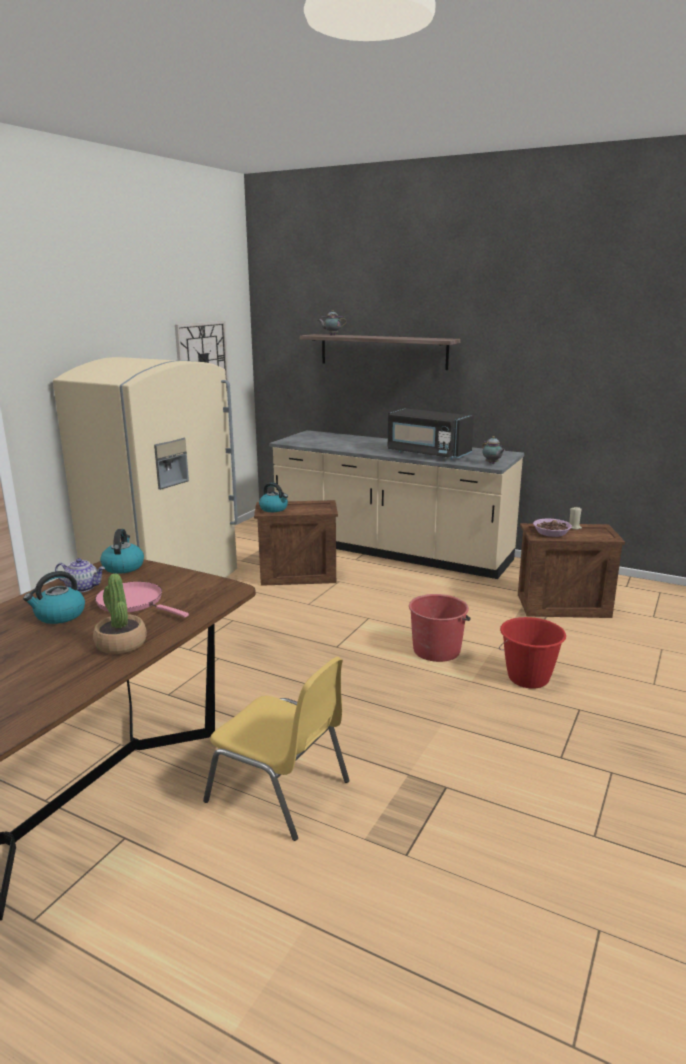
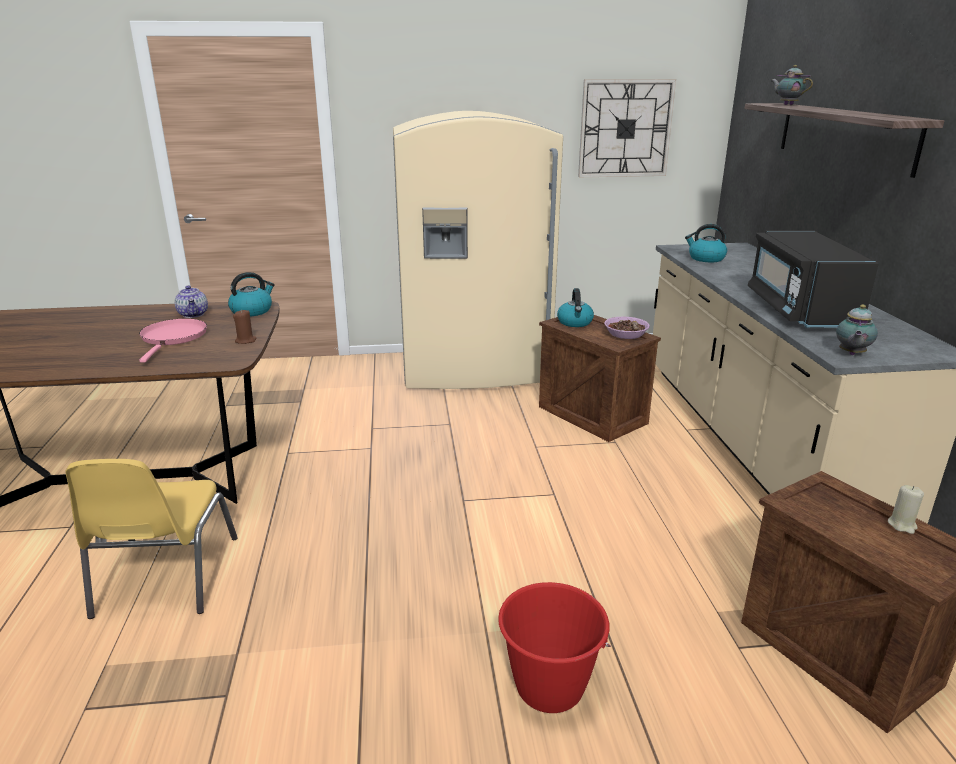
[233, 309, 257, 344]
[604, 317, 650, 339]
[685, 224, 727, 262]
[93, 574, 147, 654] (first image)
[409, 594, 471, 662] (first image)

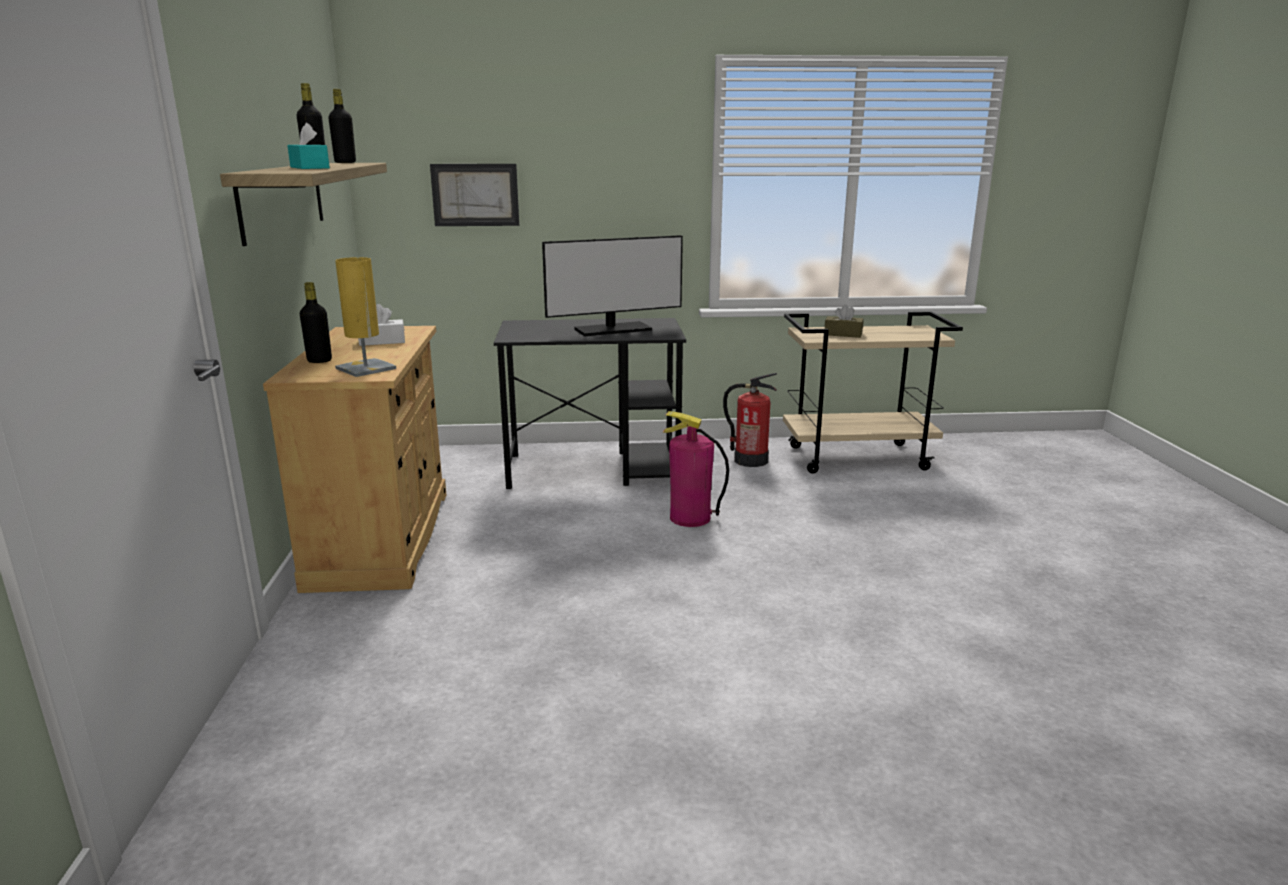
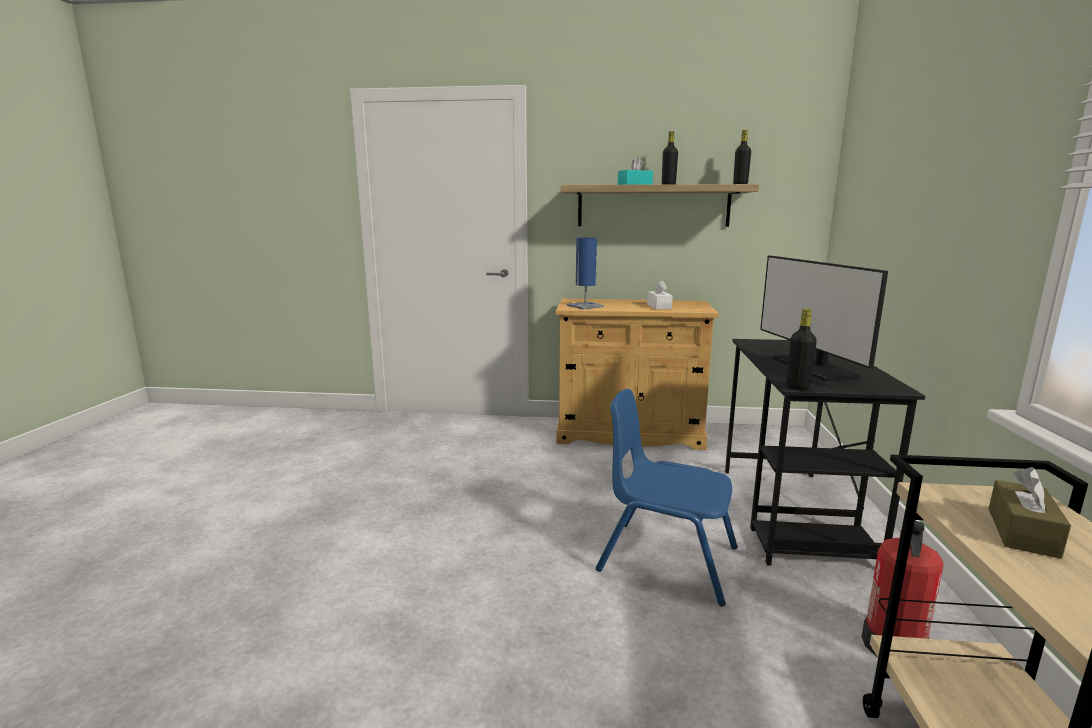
[567, 238, 604, 310]
[596, 389, 738, 606]
[786, 308, 817, 390]
[430, 164, 519, 226] (first image)

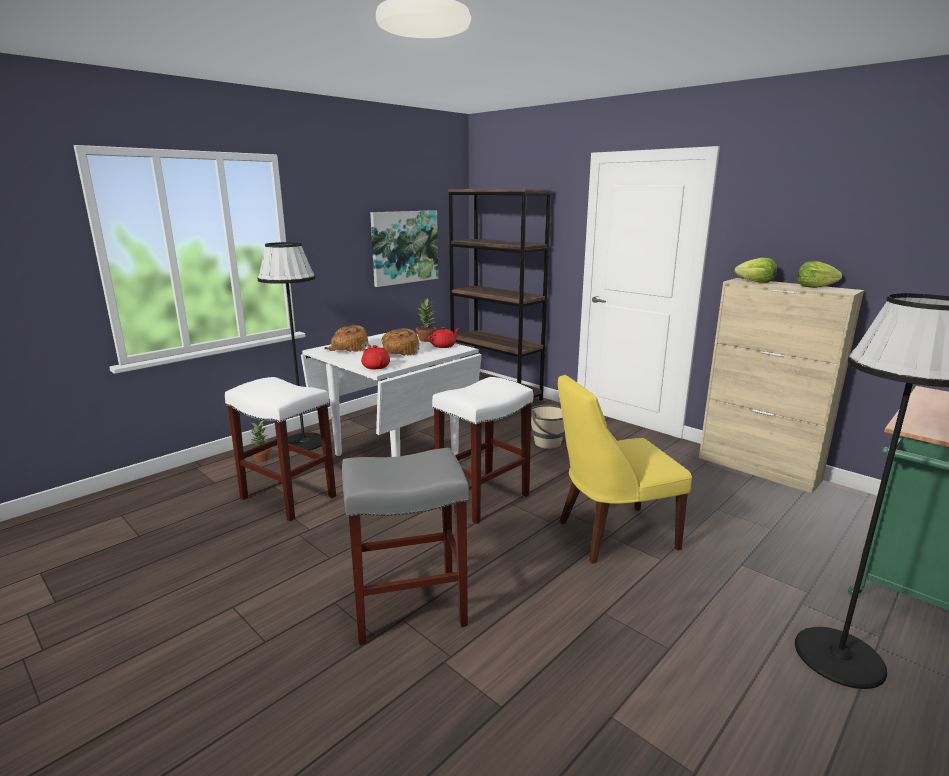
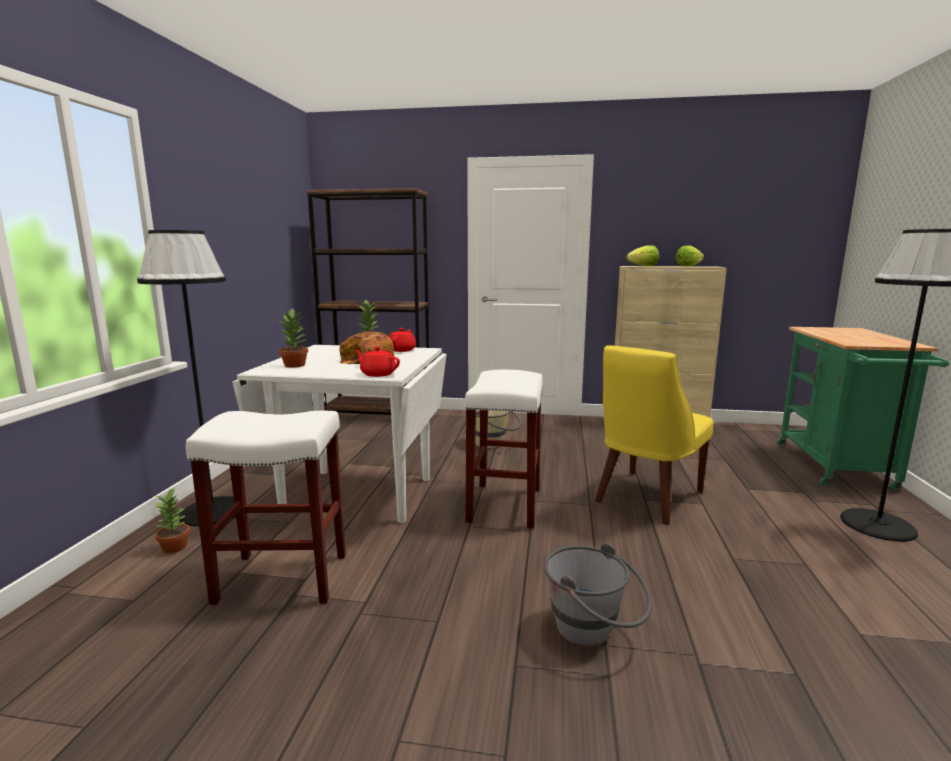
[278, 308, 308, 368]
[544, 543, 652, 647]
[370, 210, 438, 287] (first image)

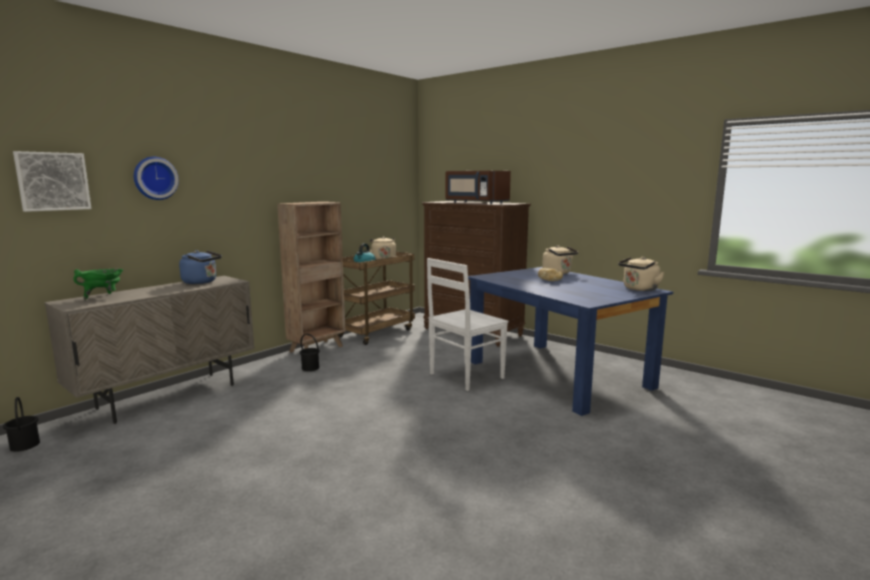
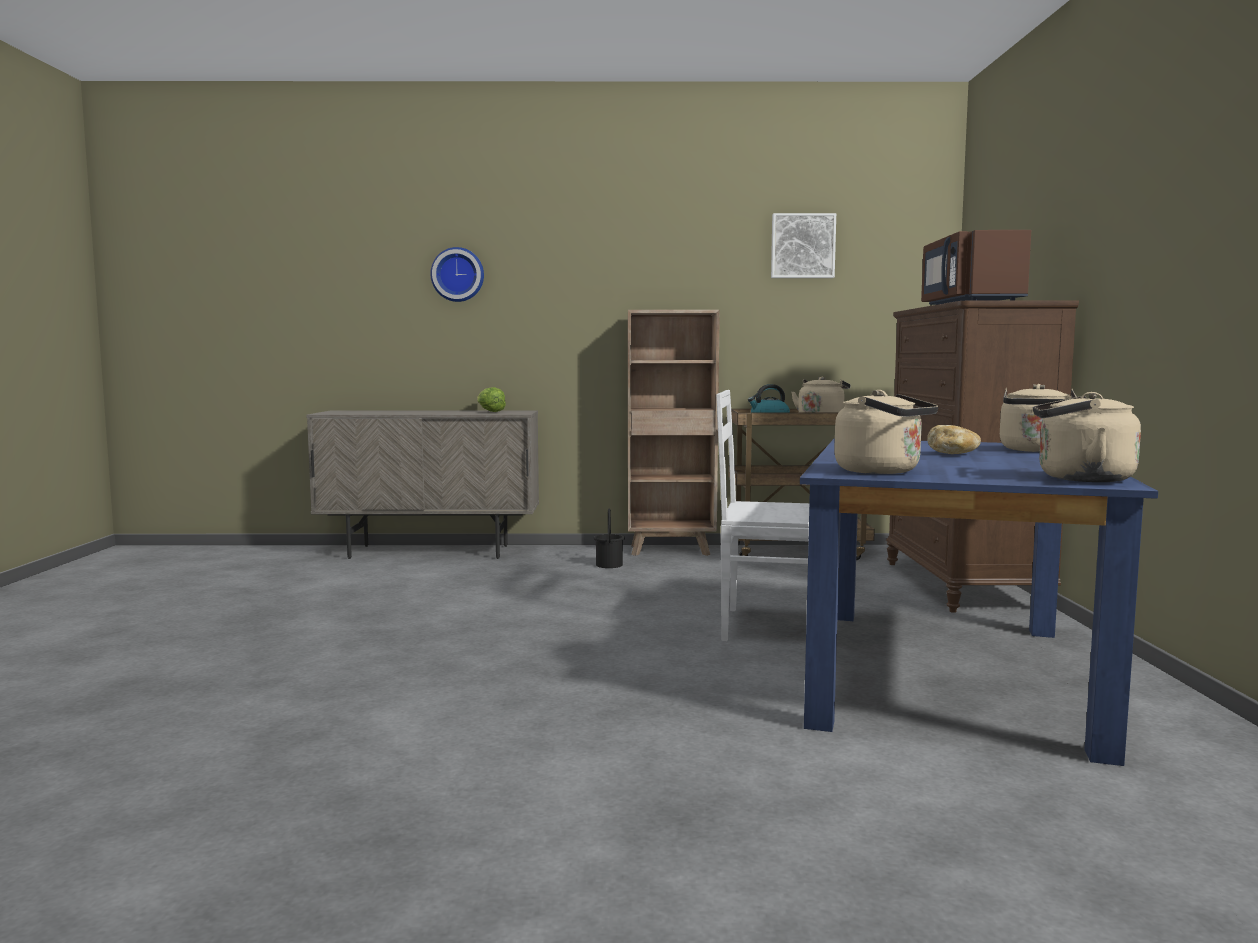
[477, 387, 506, 412]
[771, 213, 836, 278]
[834, 390, 938, 474]
[3, 397, 40, 452] (first image)
[73, 269, 124, 300] (first image)

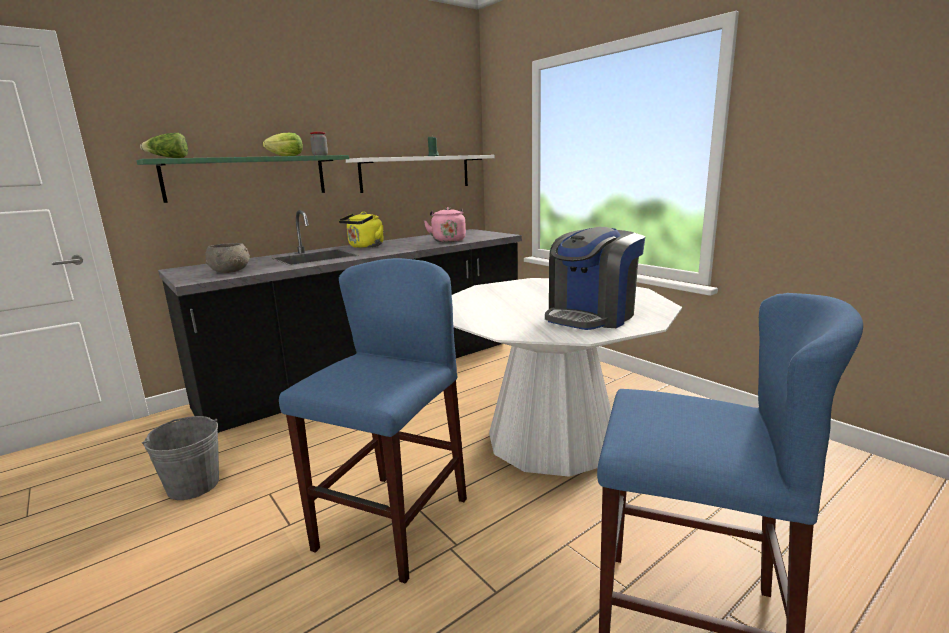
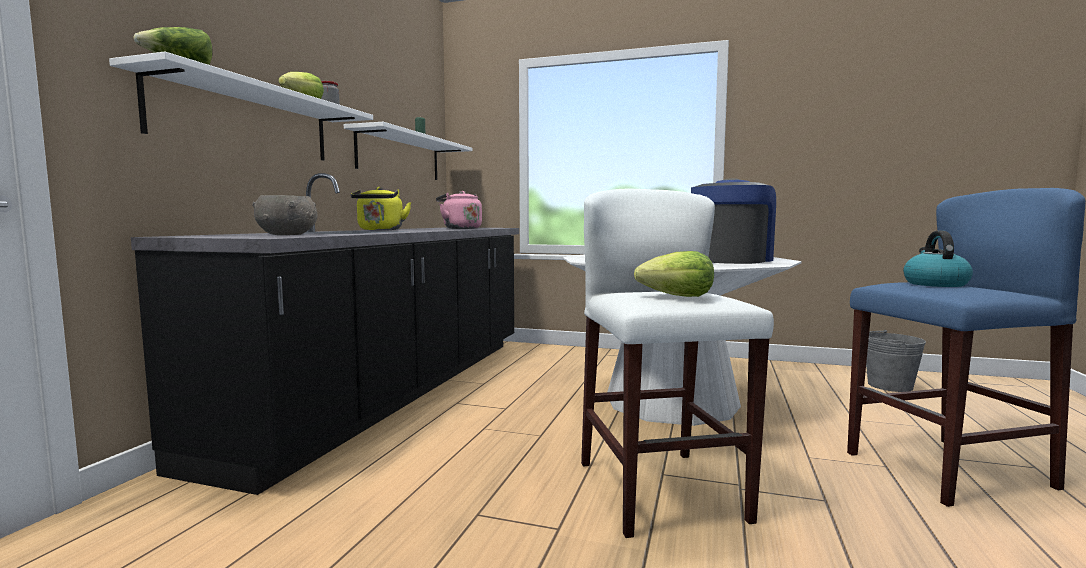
[109, 52, 373, 161]
[581, 189, 774, 538]
[634, 251, 714, 297]
[691, 178, 776, 264]
[866, 330, 926, 392]
[903, 231, 973, 287]

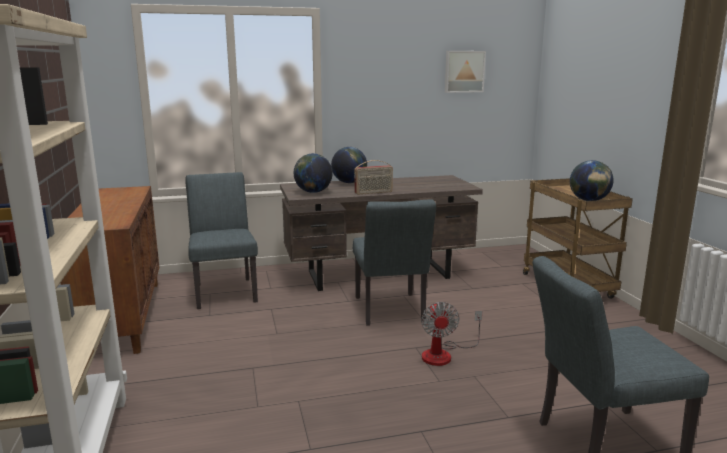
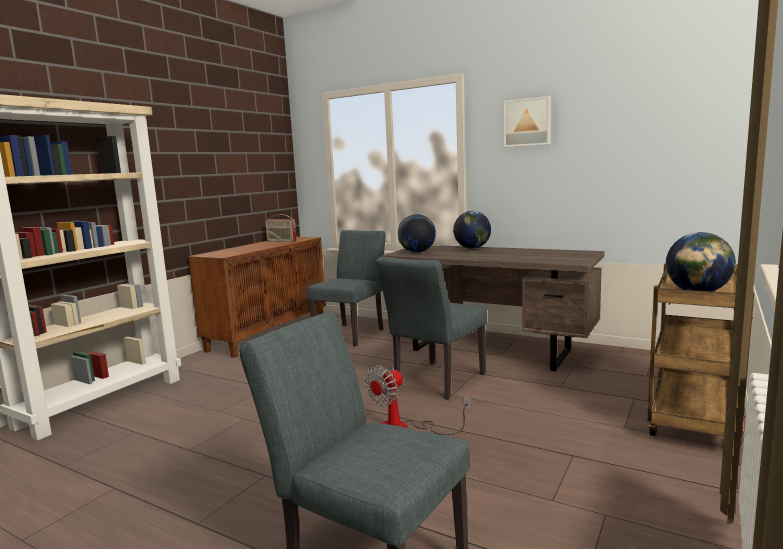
[265, 214, 296, 242]
[504, 96, 551, 147]

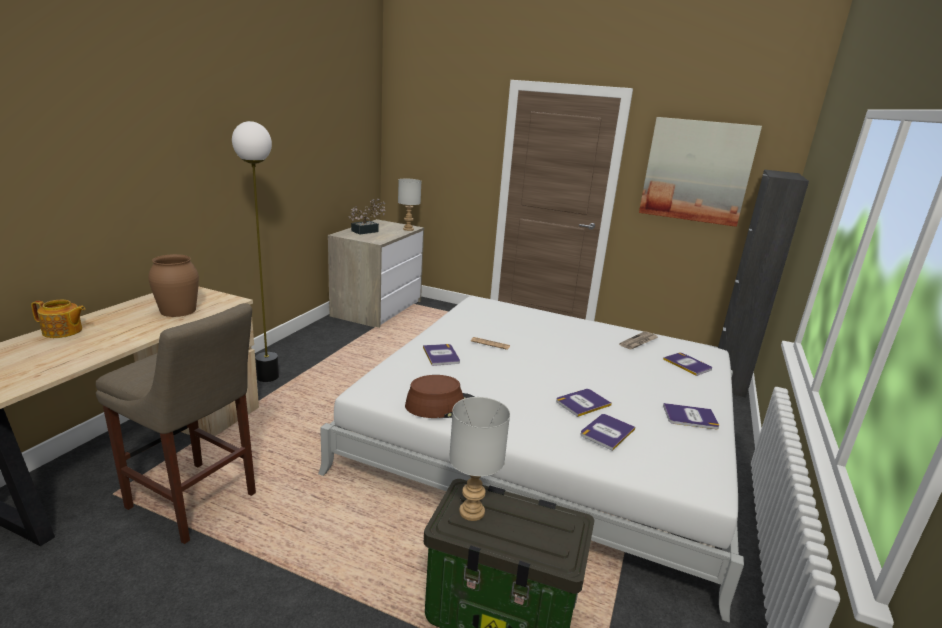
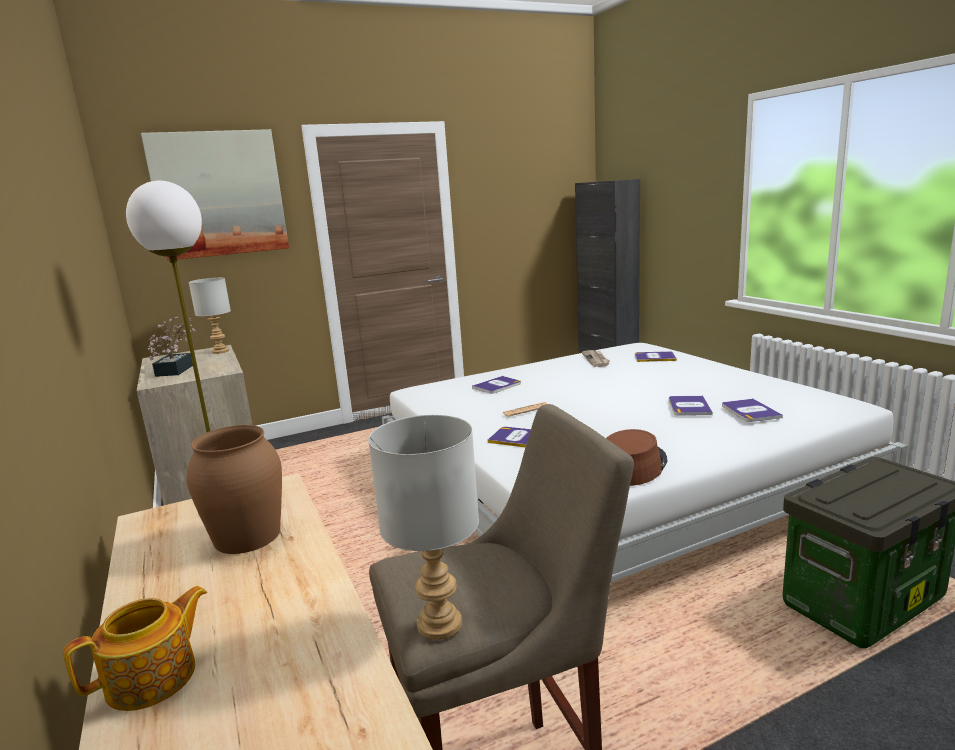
[141, 129, 289, 261]
[368, 415, 479, 640]
[472, 376, 521, 394]

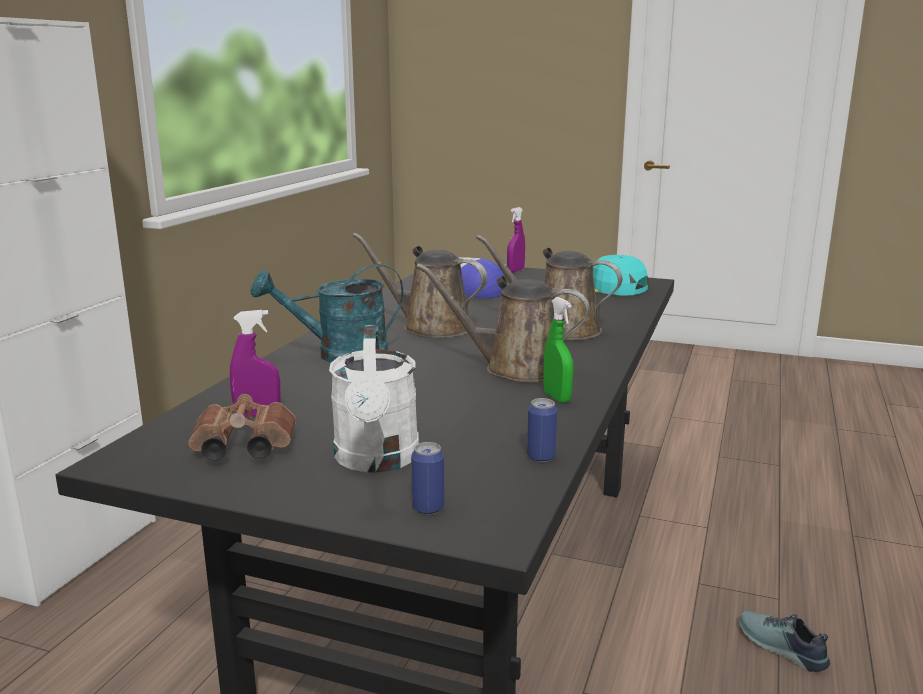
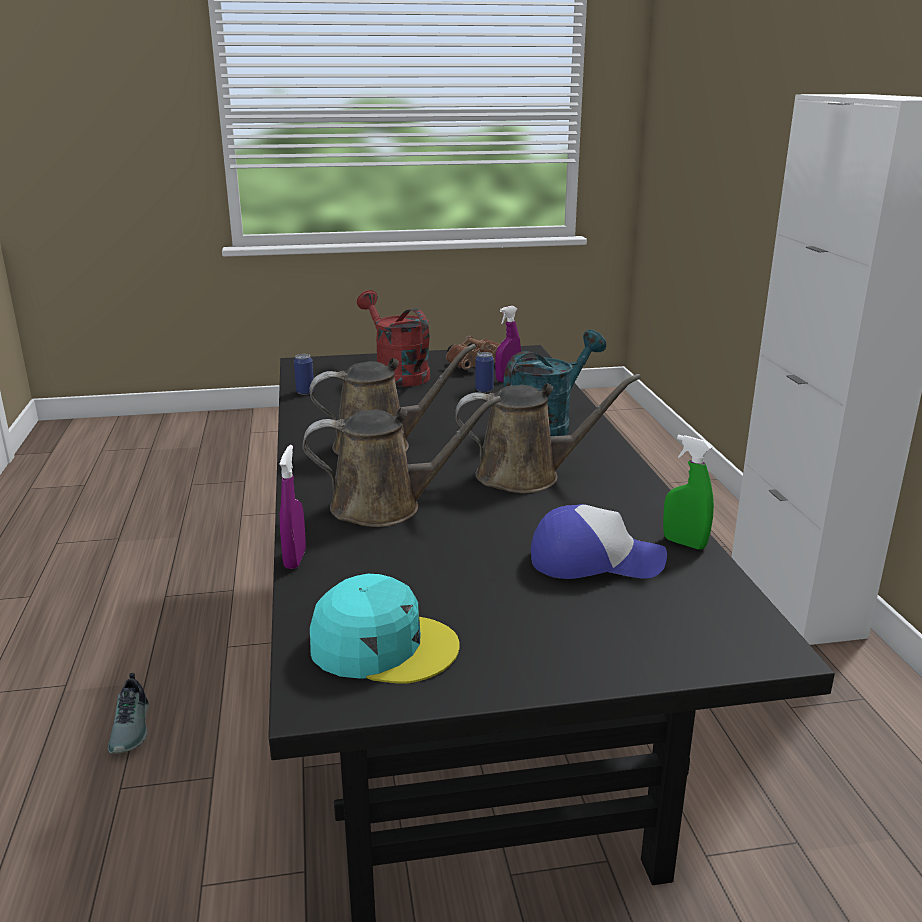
[108, 673, 149, 754]
[279, 445, 306, 569]
[357, 290, 430, 387]
[475, 352, 494, 393]
[663, 435, 714, 550]

